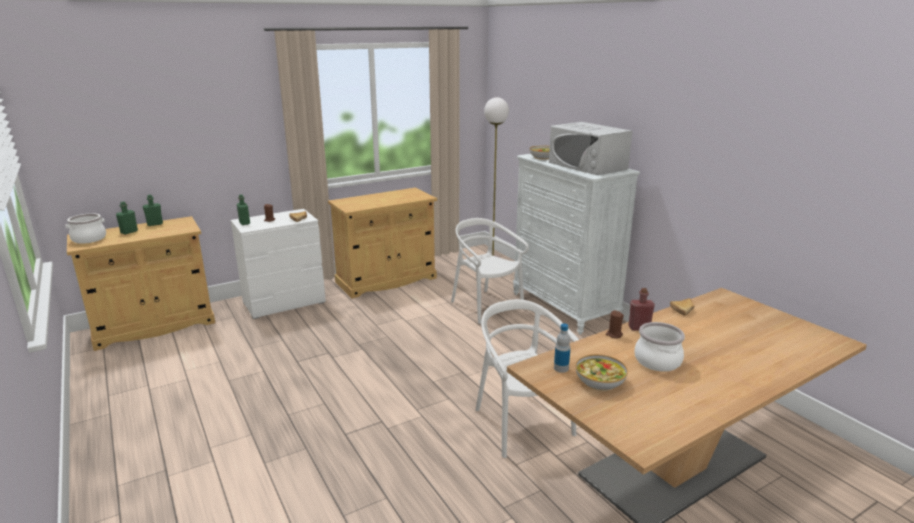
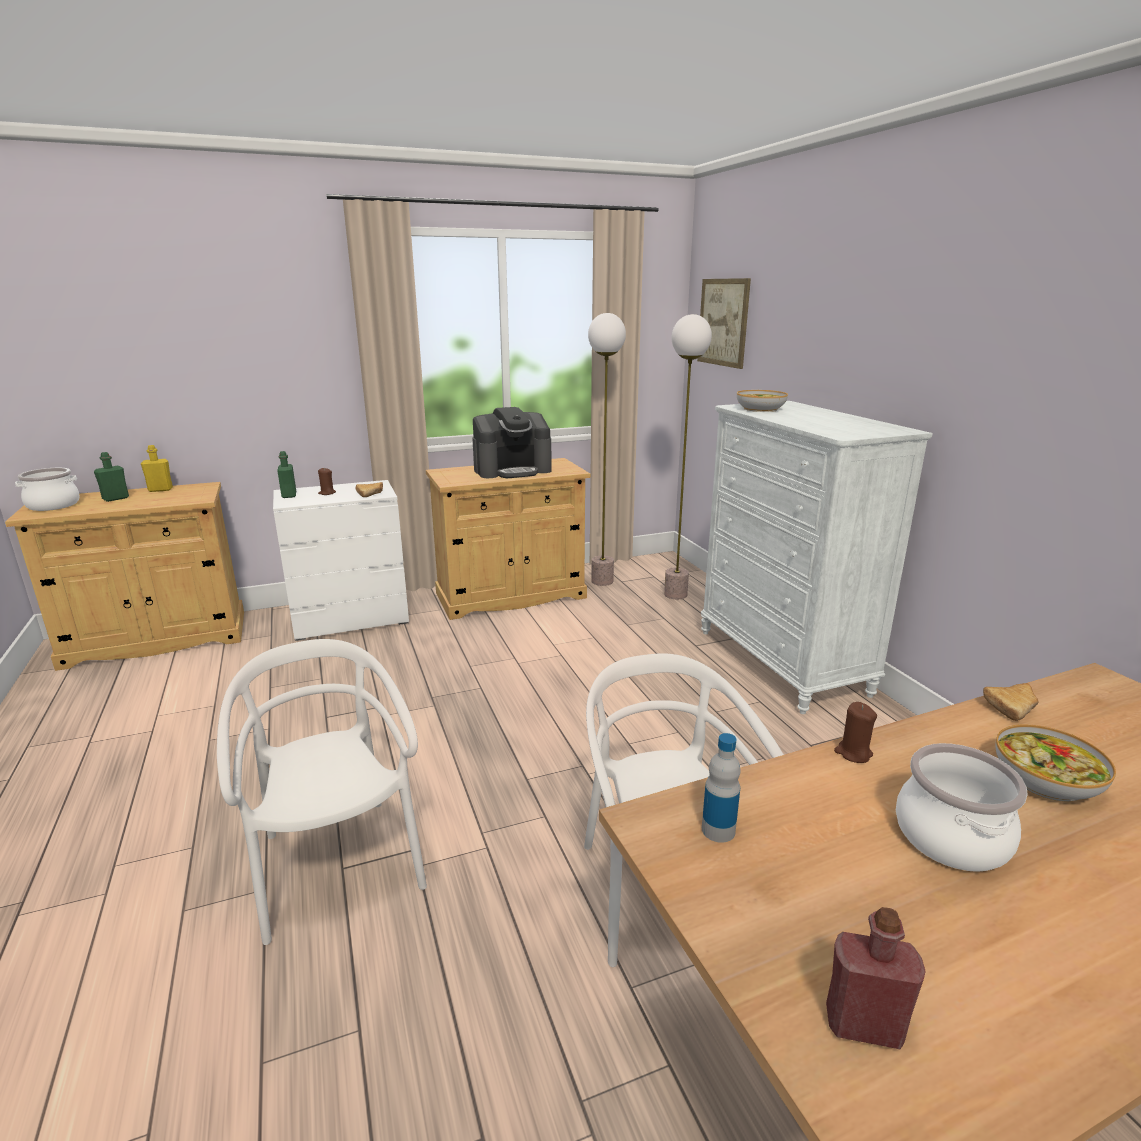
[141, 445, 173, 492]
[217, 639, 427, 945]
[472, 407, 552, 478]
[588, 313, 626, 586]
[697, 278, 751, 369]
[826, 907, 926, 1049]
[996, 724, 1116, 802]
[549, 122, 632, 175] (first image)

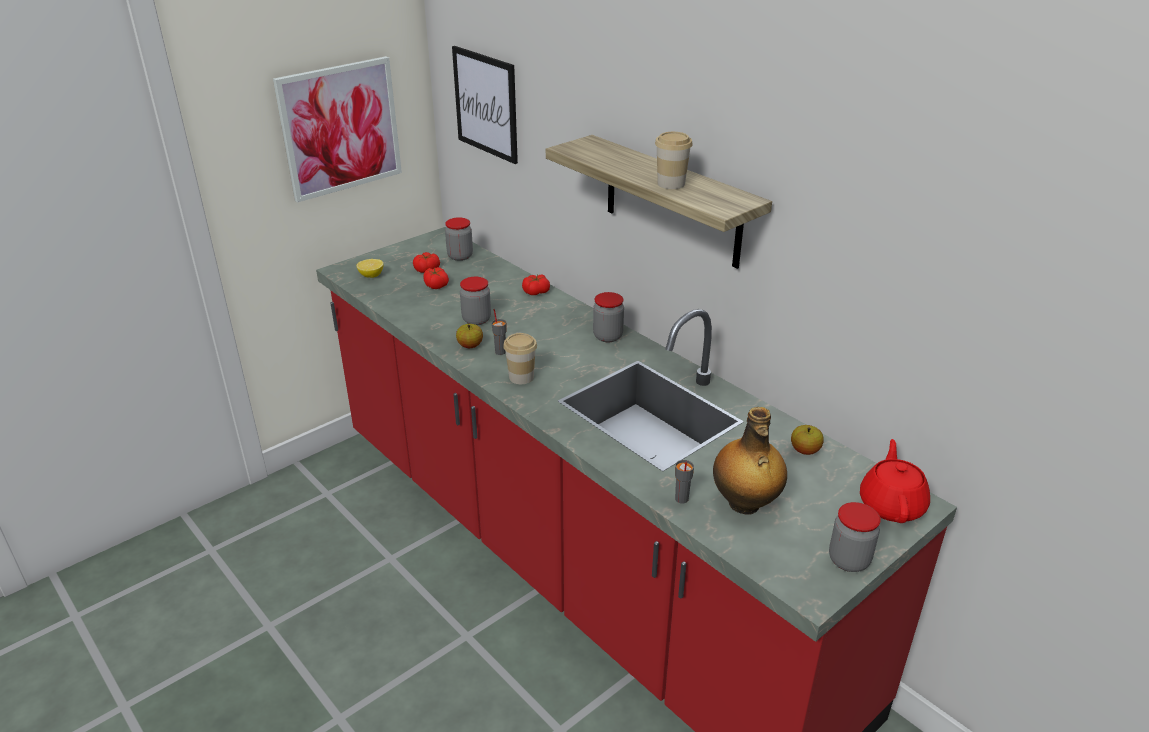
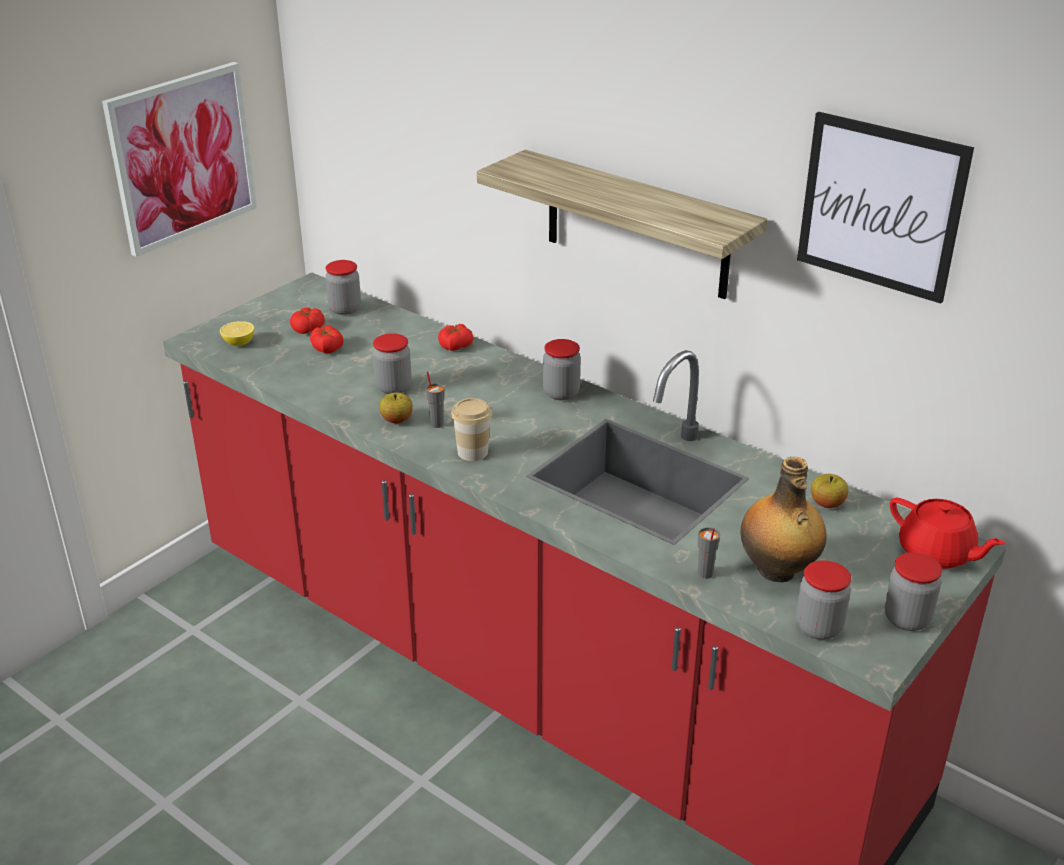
[796, 560, 851, 640]
[797, 112, 974, 304]
[890, 498, 1005, 569]
[655, 132, 693, 189] (first image)

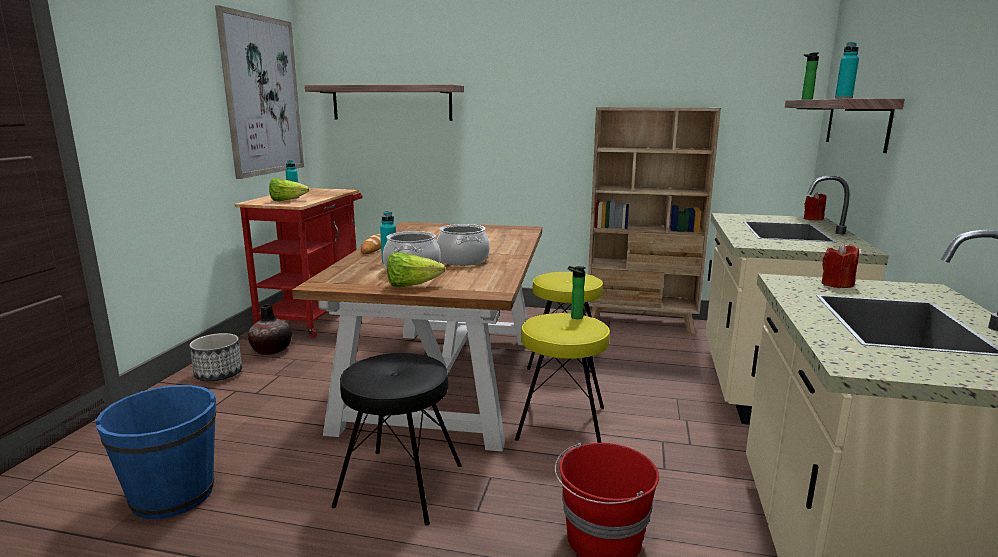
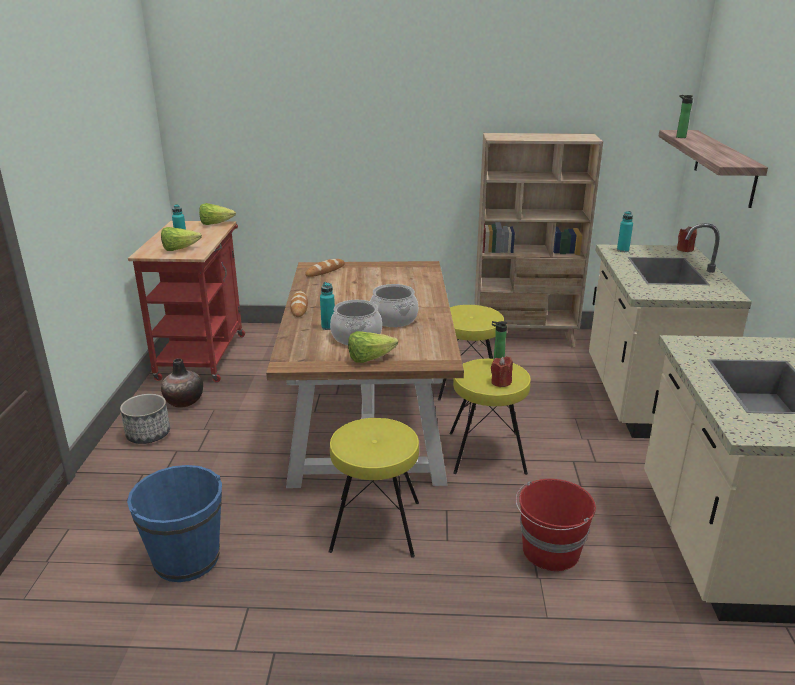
[199, 203, 236, 225]
[305, 259, 345, 277]
[329, 418, 419, 558]
[491, 356, 513, 387]
[617, 211, 633, 252]
[215, 5, 304, 179] (first image)
[305, 85, 464, 121] (first image)

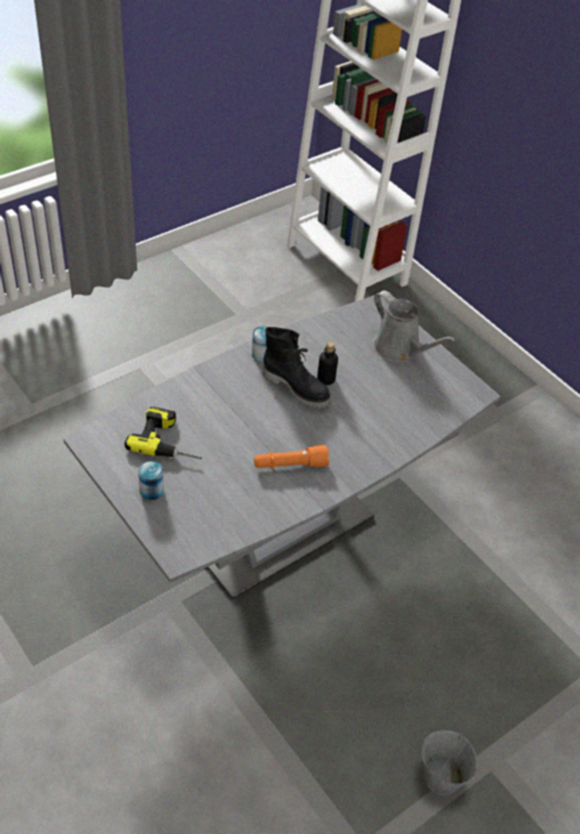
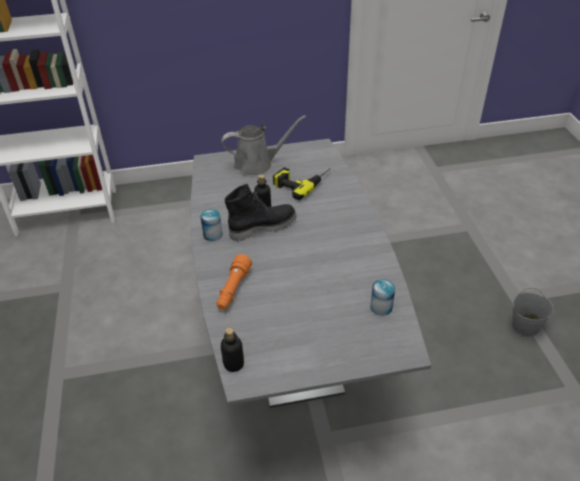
[217, 254, 252, 310]
[221, 328, 244, 372]
[273, 167, 330, 200]
[370, 279, 395, 316]

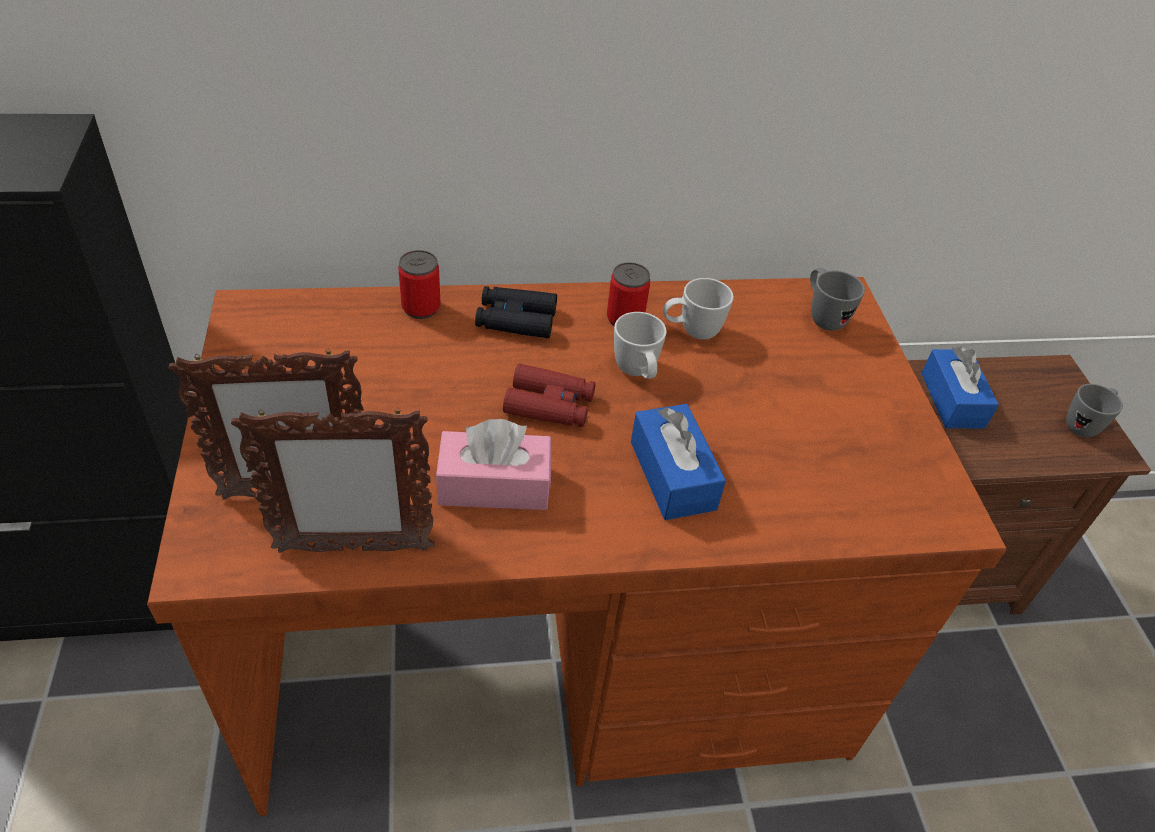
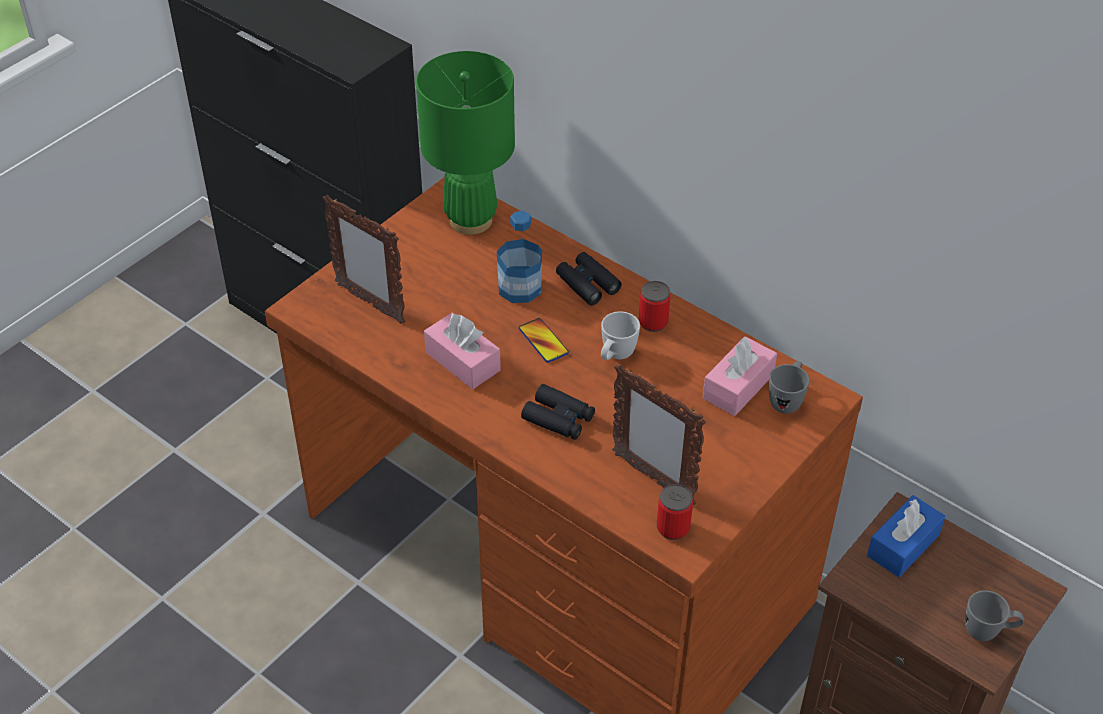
[416, 51, 515, 235]
[497, 211, 542, 303]
[518, 318, 569, 363]
[521, 384, 595, 440]
[612, 365, 706, 505]
[657, 484, 693, 540]
[703, 336, 777, 416]
[663, 278, 733, 340] (first image)

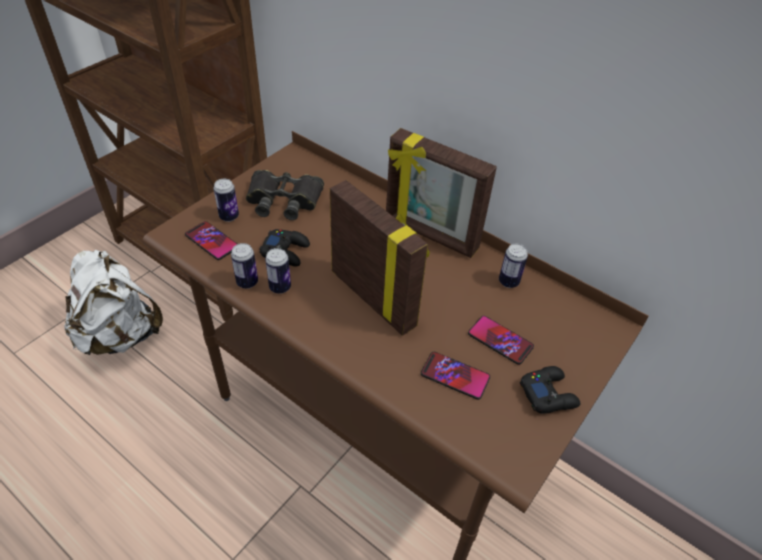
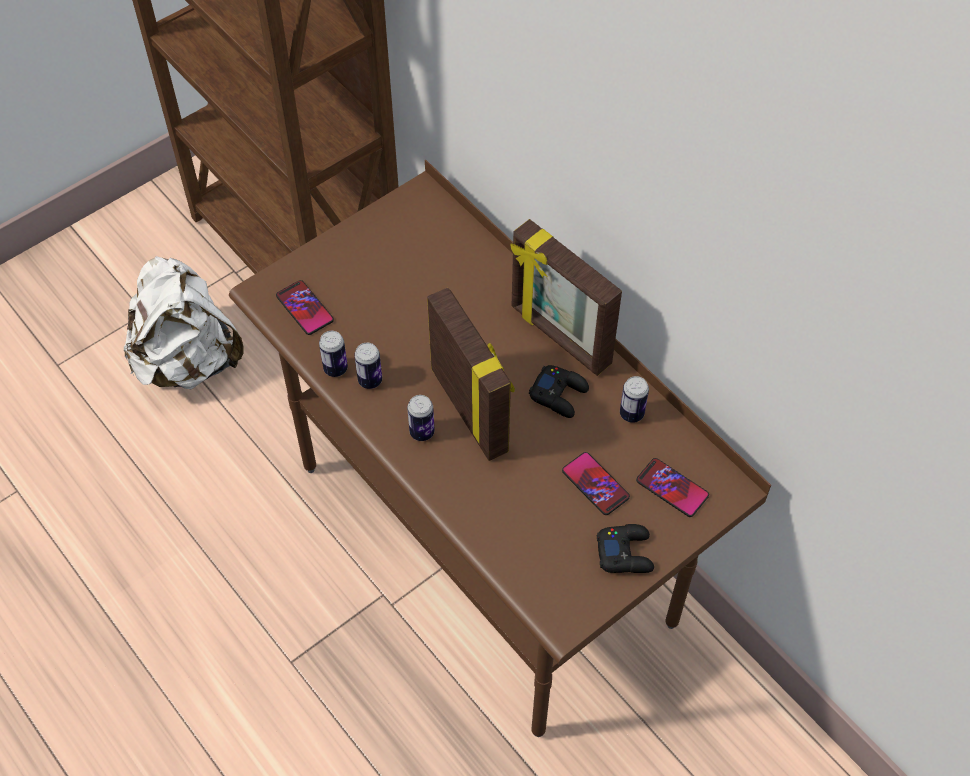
[407, 395, 435, 441]
[529, 365, 589, 418]
[636, 458, 709, 517]
[246, 170, 324, 220] (first image)

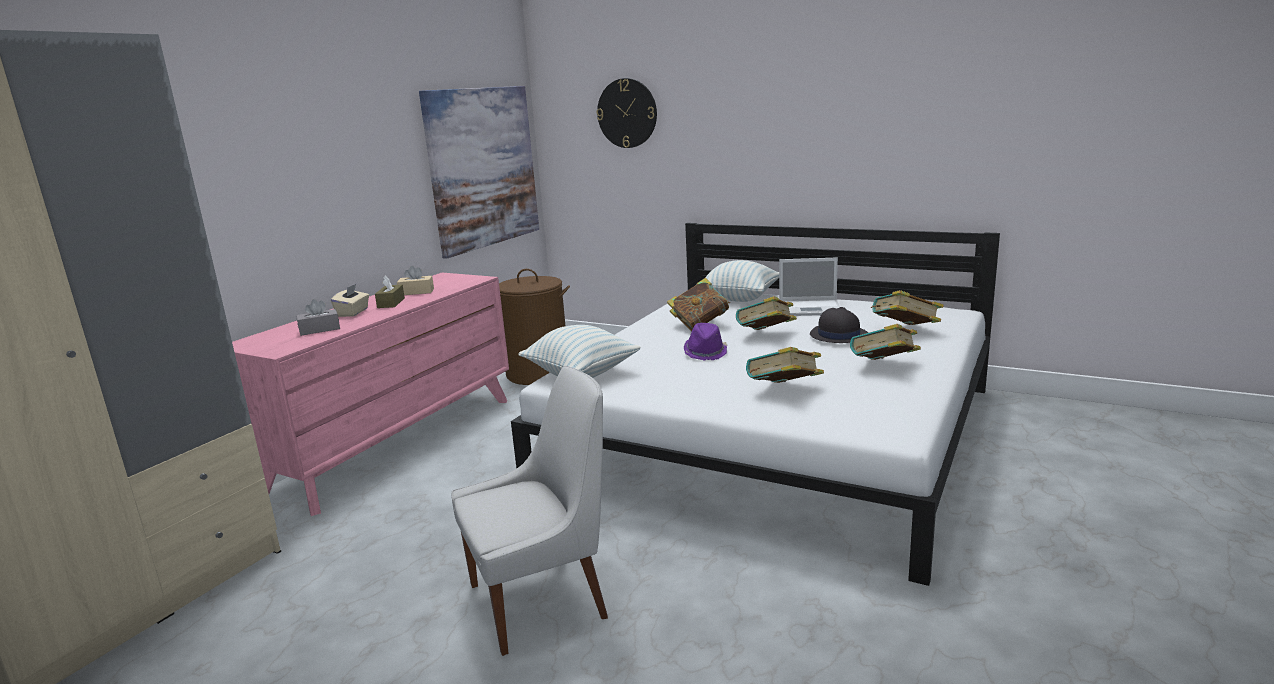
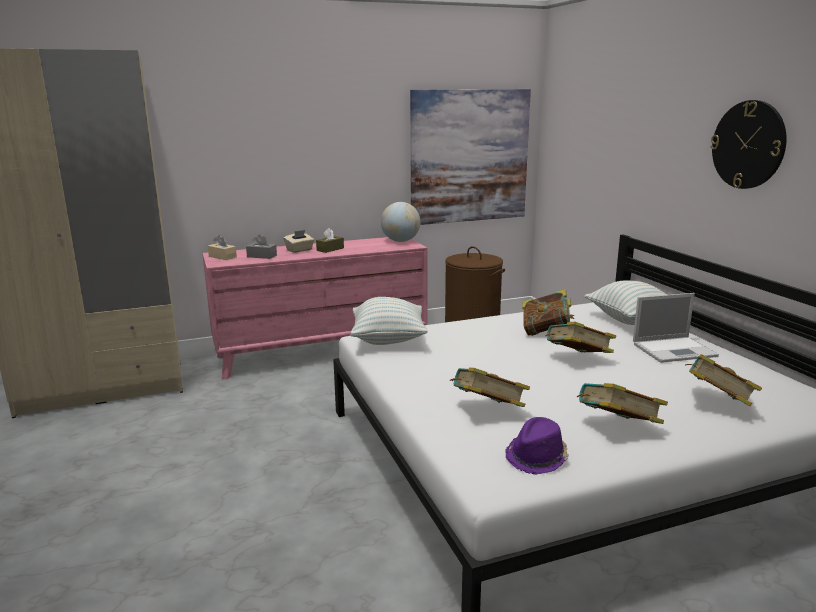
[208, 235, 237, 260]
[381, 202, 420, 242]
[505, 417, 569, 475]
[633, 293, 719, 363]
[710, 100, 787, 189]
[451, 366, 608, 656] (first image)
[810, 307, 868, 343] (first image)

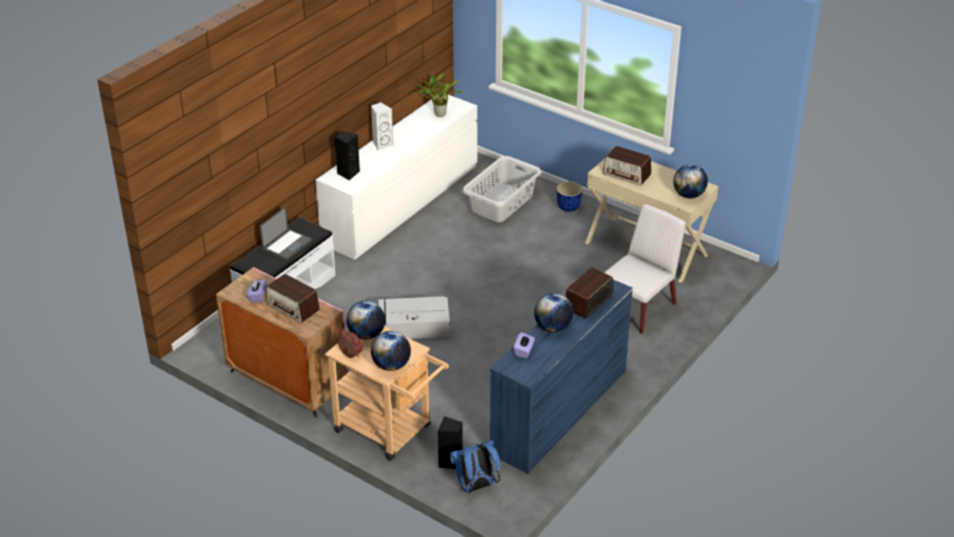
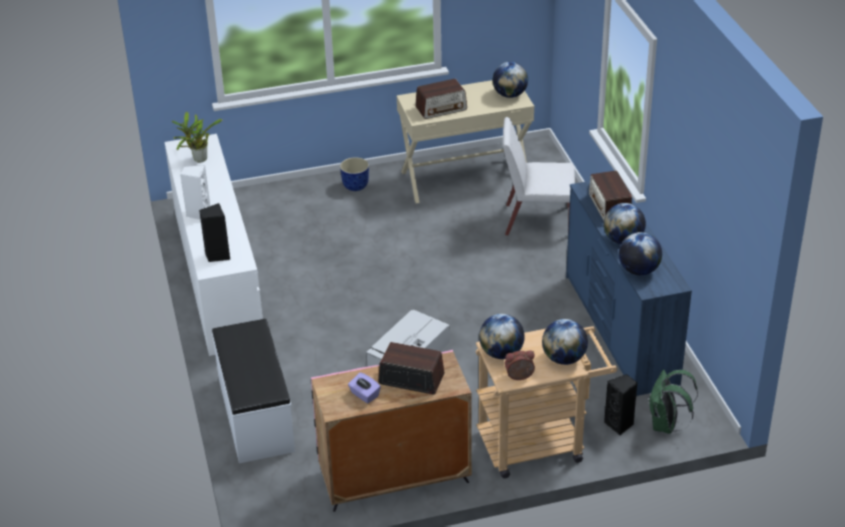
[378, 342, 444, 395]
[503, 117, 575, 236]
[619, 232, 662, 275]
[649, 370, 698, 434]
[260, 206, 312, 260] (first image)
[463, 156, 541, 222] (first image)

